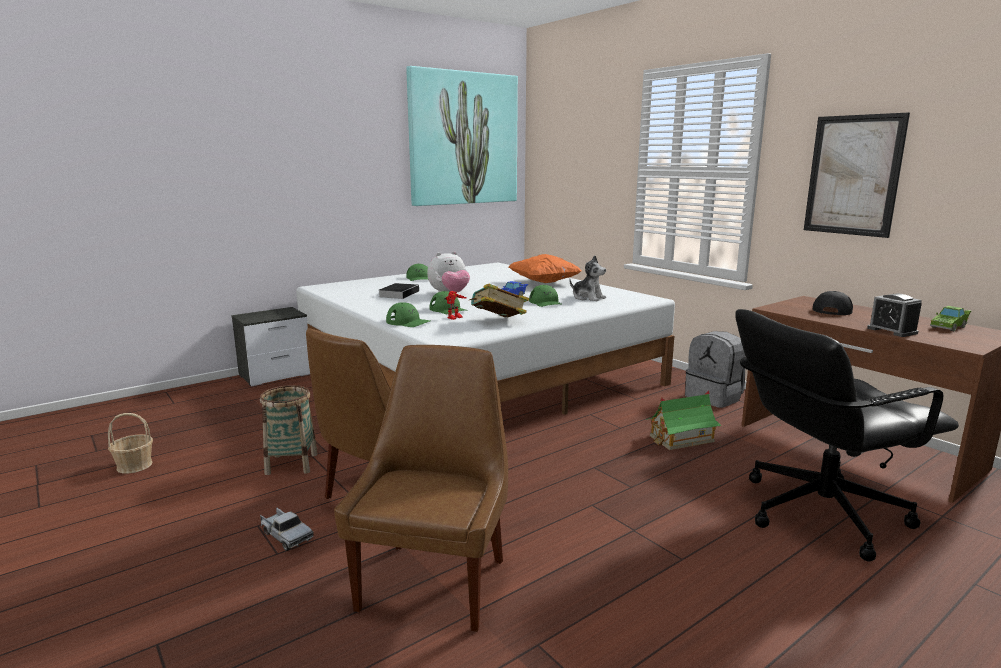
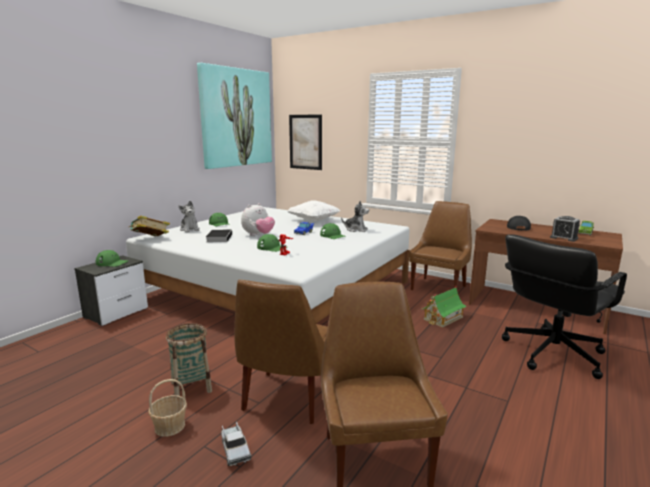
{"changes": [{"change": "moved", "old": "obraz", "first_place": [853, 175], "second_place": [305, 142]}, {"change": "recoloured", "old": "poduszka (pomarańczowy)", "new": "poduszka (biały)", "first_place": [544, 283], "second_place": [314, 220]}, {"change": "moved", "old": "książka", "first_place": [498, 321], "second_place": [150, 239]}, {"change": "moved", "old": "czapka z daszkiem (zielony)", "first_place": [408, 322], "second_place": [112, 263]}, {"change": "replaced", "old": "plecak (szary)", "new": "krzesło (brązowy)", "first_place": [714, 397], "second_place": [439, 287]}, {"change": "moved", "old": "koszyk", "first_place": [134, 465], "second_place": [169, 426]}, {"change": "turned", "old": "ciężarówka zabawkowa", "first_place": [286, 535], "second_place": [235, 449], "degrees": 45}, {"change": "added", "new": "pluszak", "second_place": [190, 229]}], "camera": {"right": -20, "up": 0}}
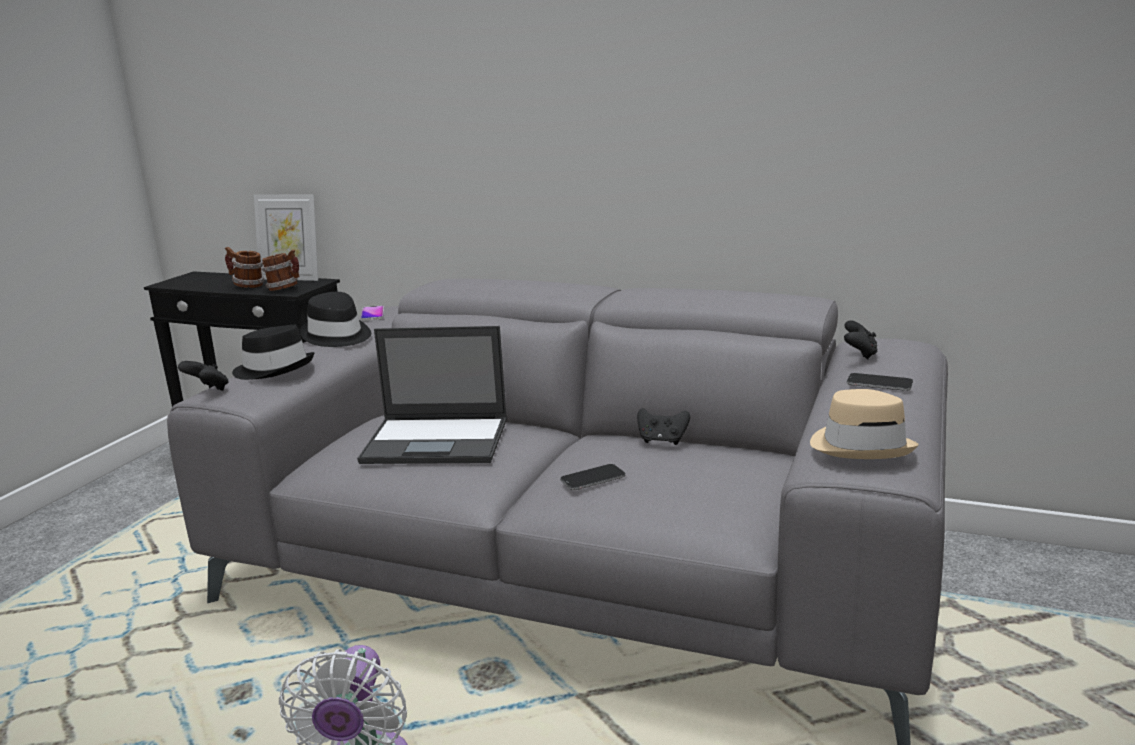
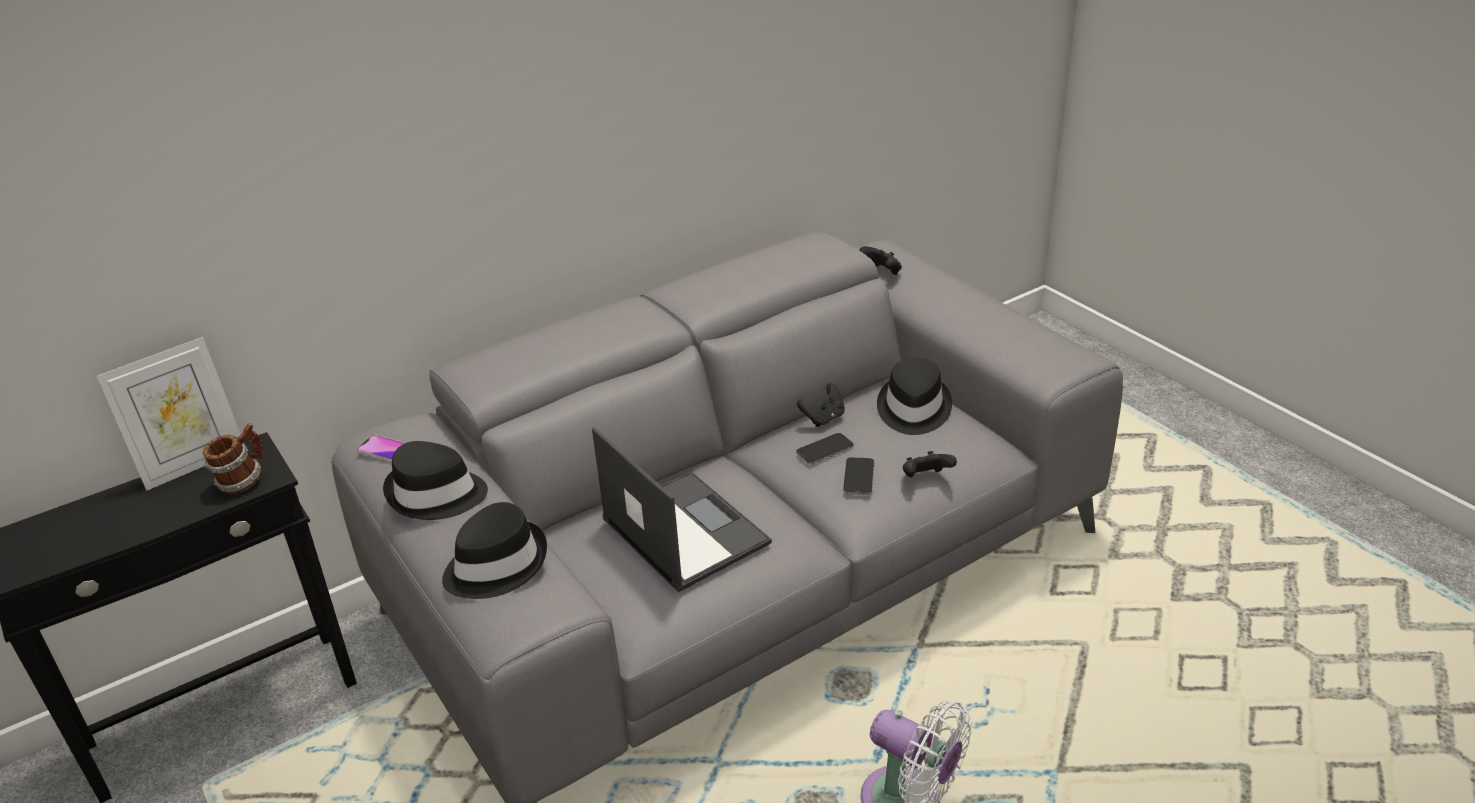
{"changes": [{"change": "removed", "old": "kubek", "first_place": [247, 286]}, {"change": "turned", "old": "laptop", "first_place": [438, 441], "second_place": [683, 530], "degrees": -75}, {"change": "moved", "old": "pad do gier (czarny)", "first_place": [208, 390], "second_place": [925, 478]}, {"change": "moved", "old": "telefon", "first_place": [879, 383], "second_place": [824, 450]}, {"change": "removed", "old": "kapelusz (beżowy)", "first_place": [861, 446]}, {"change": "added", "new": "kapelusz (czarny)", "second_place": [913, 409]}], "camera": {"right": -55, "up": 15}}
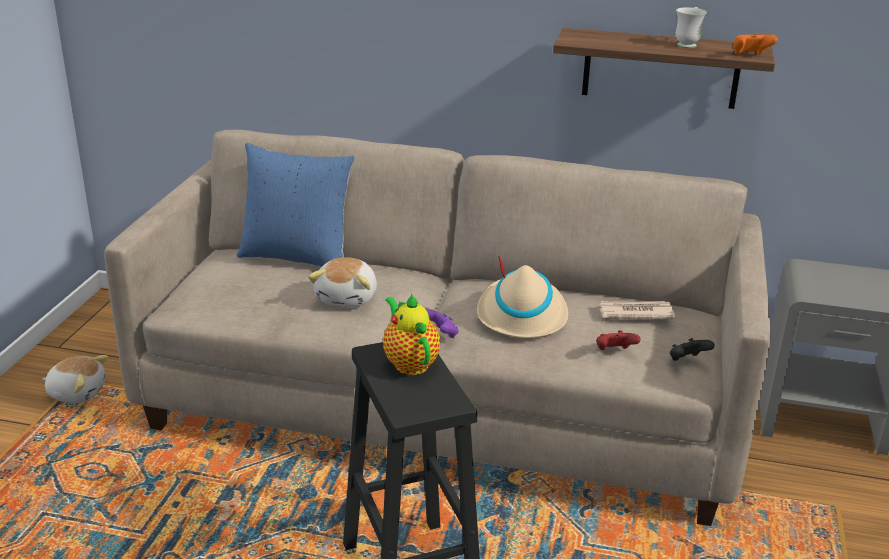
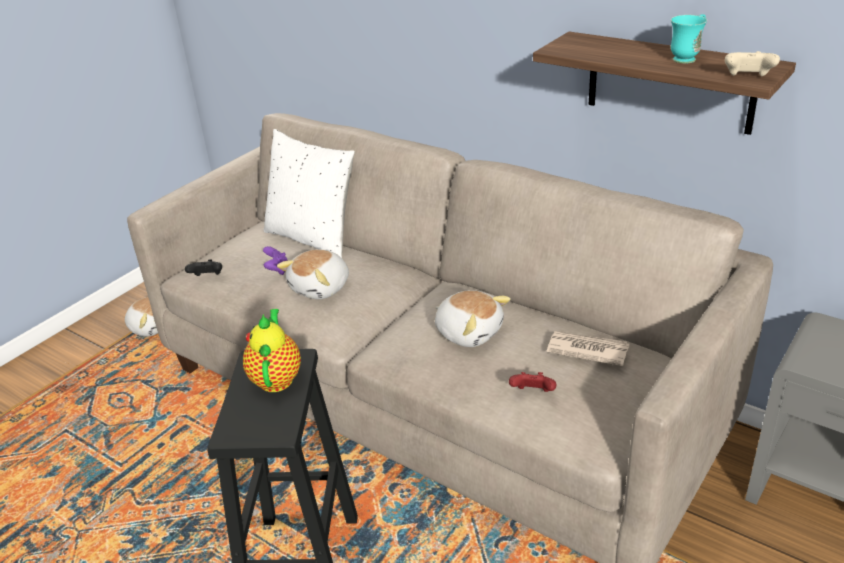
{"changes": [{"change": "recoloured", "old": "kubek (biały)", "new": "kubek (turkusowy)", "first_place": [687, 44], "second_place": [687, 58]}, {"change": "recoloured", "old": "pad do gier (pomarańczowy)", "new": "pad do gier (beżowy)", "first_place": [750, 56], "second_place": [747, 78]}, {"change": "recoloured", "old": "poduszka (niebieski)", "new": "poduszka (biały)", "first_place": [297, 256], "second_place": [313, 238]}, {"change": "replaced", "old": "kapelusz (beżowy)", "new": "pluszak", "first_place": [521, 314], "second_place": [469, 332]}, {"change": "moved", "old": "pad do gier (fioletowy)", "first_place": [441, 334], "second_place": [277, 270]}, {"change": "moved", "old": "pad do gier (czarny)", "first_place": [687, 361], "second_place": [207, 277]}], "camera": {"right": 25, "up": 5}}
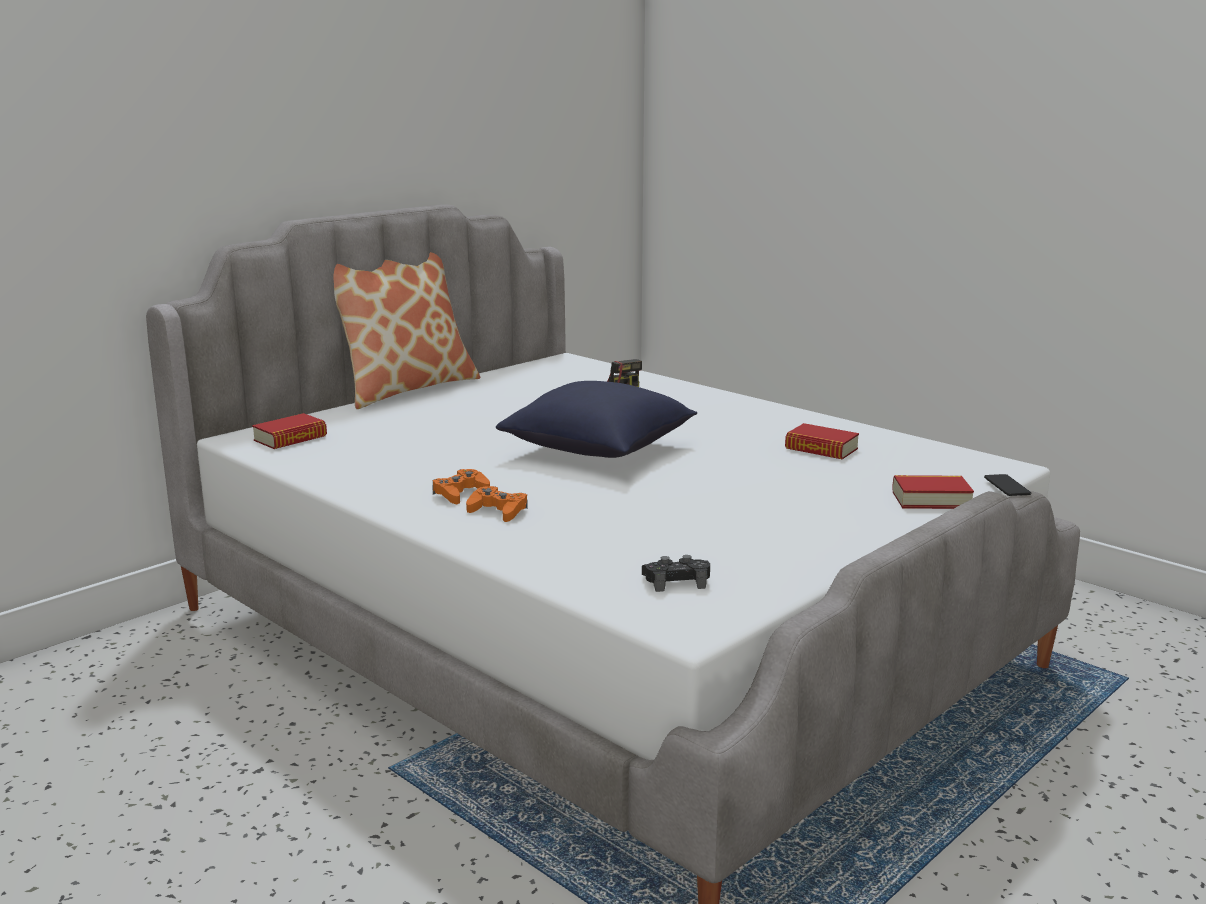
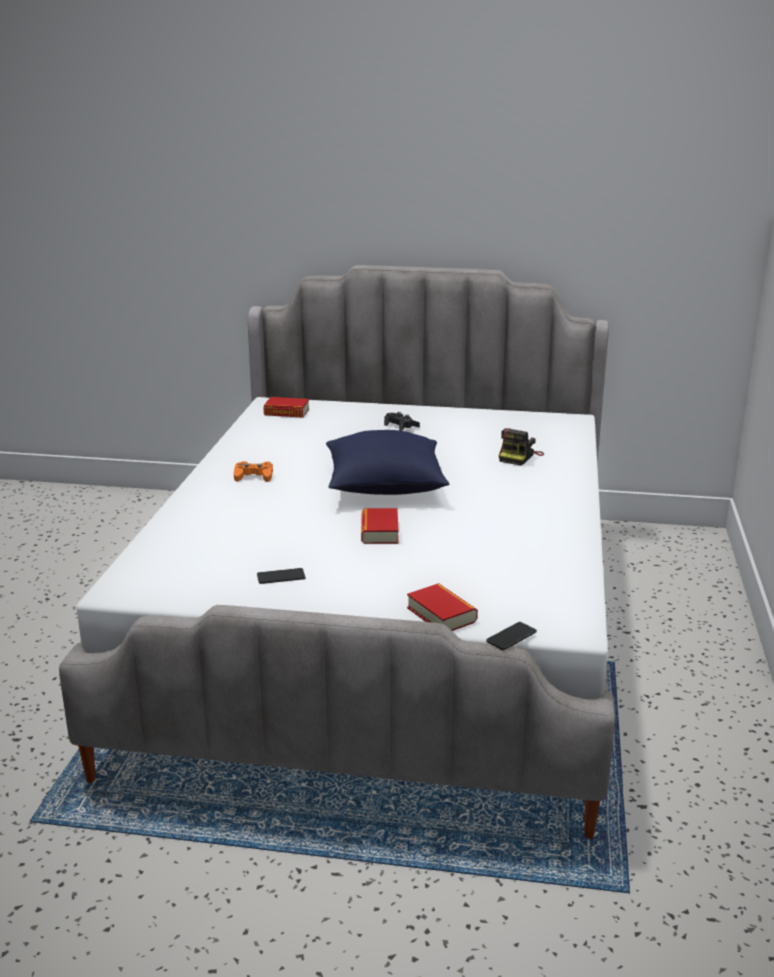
{"changes": [{"change": "removed", "old": "poduszka", "first_place": [405, 389]}, {"change": "moved", "old": "książka", "first_place": [821, 449], "second_place": [379, 532]}, {"change": "removed", "old": "pad do gier (pomarańczowy)", "first_place": [498, 511]}, {"change": "moved", "old": "pad do gier (czarny)", "first_place": [676, 581], "second_place": [401, 426]}, {"change": "added", "new": "telefon", "second_place": [281, 577]}], "camera": {"right": 55, "up": 5}}
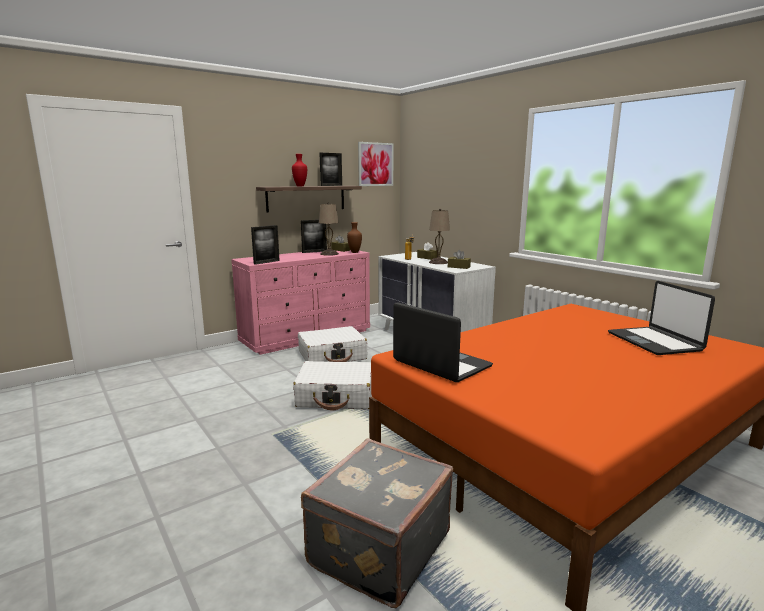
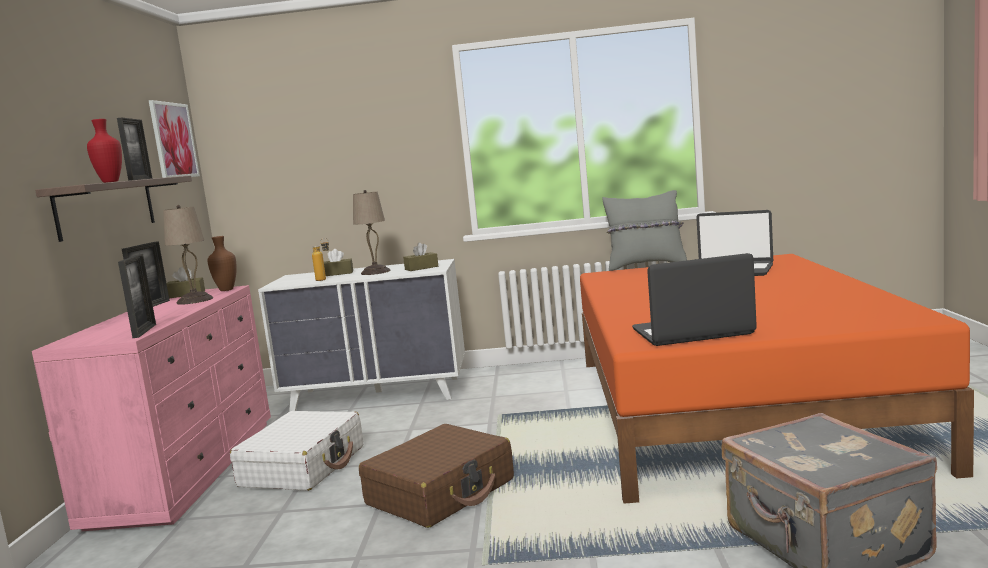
{"changes": [{"change": "recoloured", "old": "walizka (biały)", "new": "walizka (brązowy)", "first_place": [336, 396], "second_place": [441, 492]}, {"change": "added", "new": "poduszka (szary)", "second_place": [646, 265]}], "camera": {"right": -50, "up": -5}}
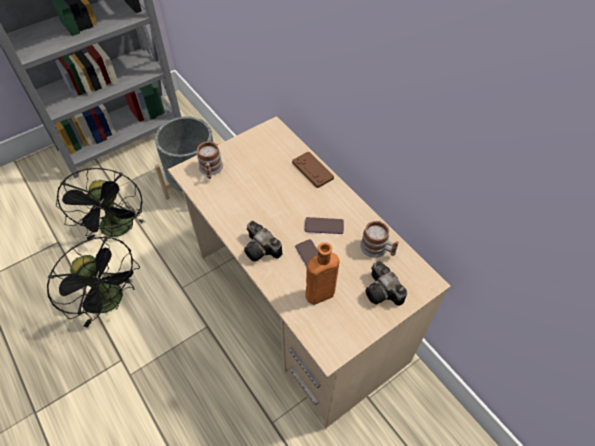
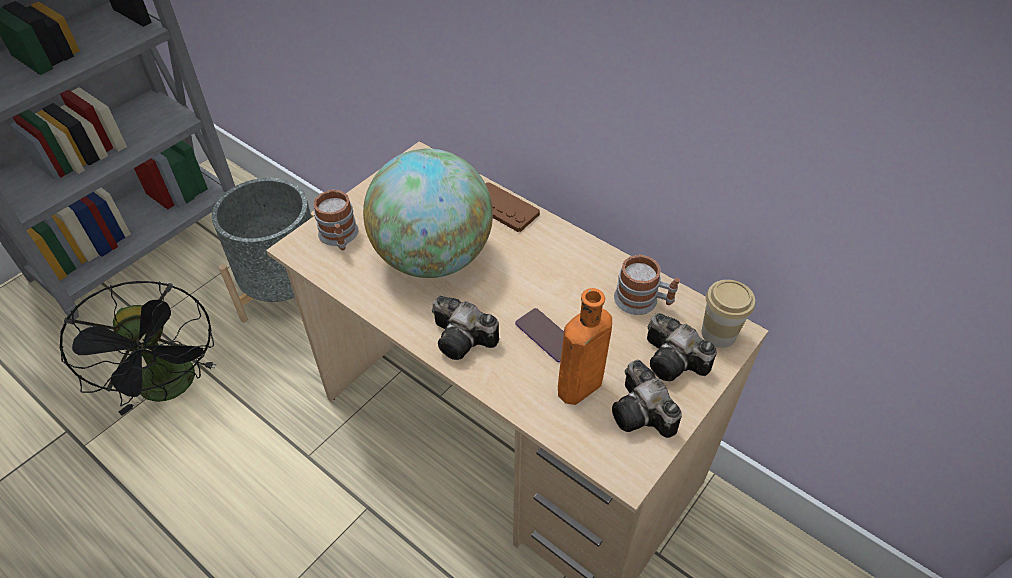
{"changes": [{"change": "removed", "old": "telefon", "first_place": [324, 226]}, {"change": "removed", "old": "wentylator (czarny)", "first_place": [111, 301]}, {"change": "added", "new": "globus", "second_place": [433, 258]}, {"change": "added", "new": "filiżanka", "second_place": [718, 334]}, {"change": "added", "new": "aparat fotograficzny", "second_place": [643, 415]}], "camera": {"right": -15, "up": -5}}
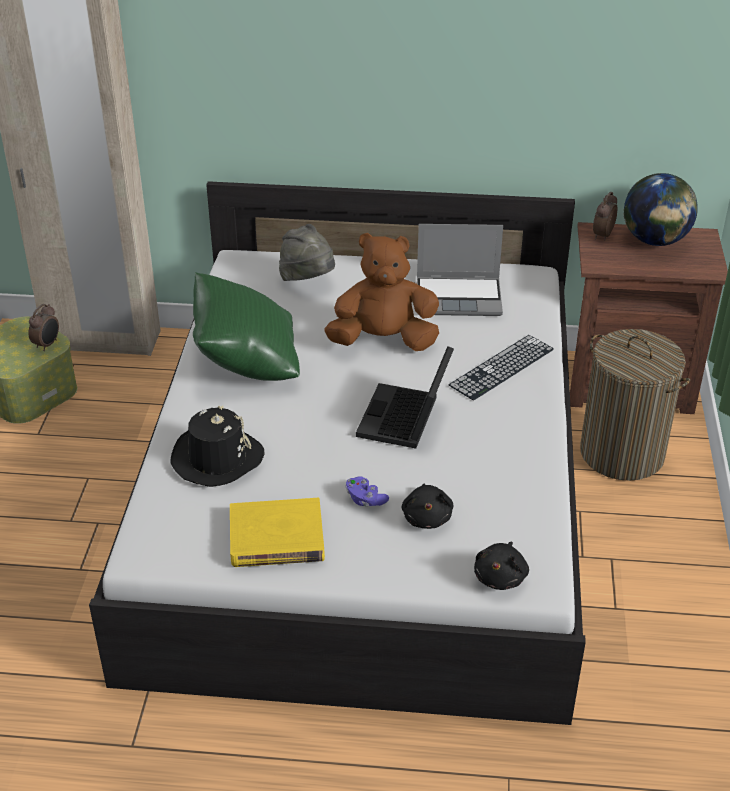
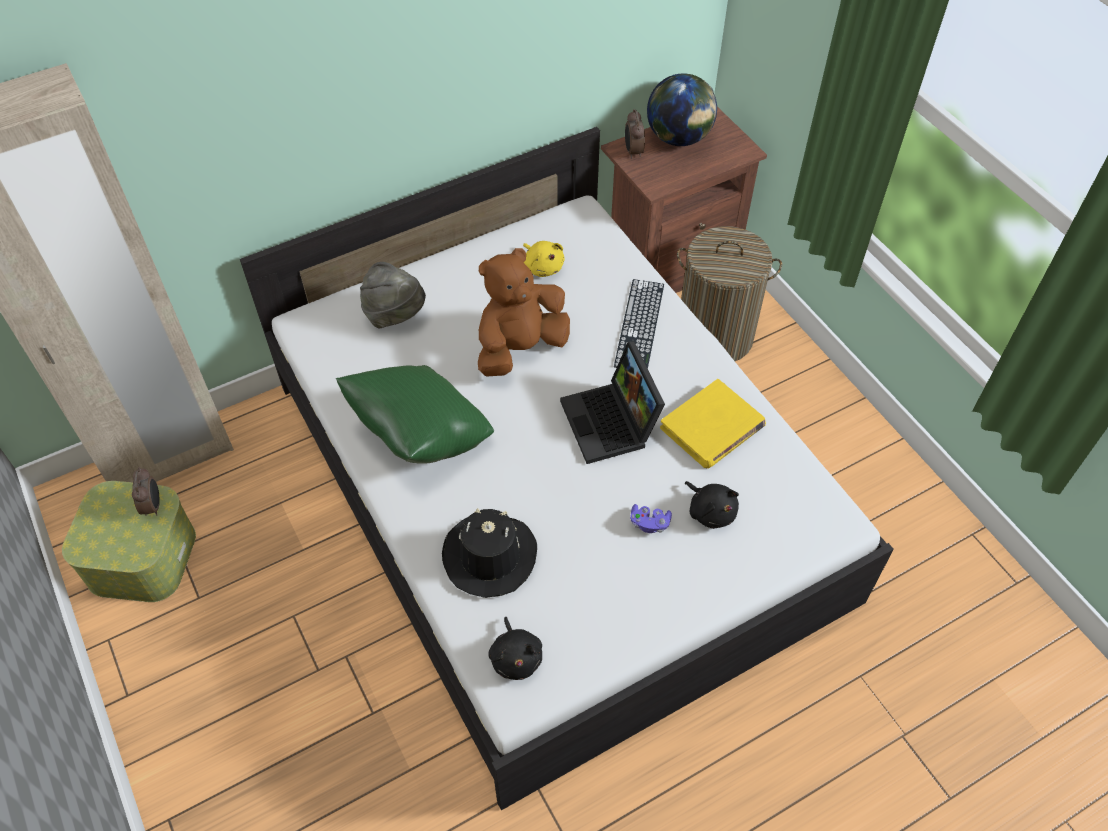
{"changes": [{"change": "replaced", "old": "laptop", "new": "pluszak (żółty)", "first_place": [459, 297], "second_place": [542, 267]}, {"change": "moved", "old": "książka (żółty)", "first_place": [276, 538], "second_place": [712, 427]}, {"change": "moved", "old": "pluszak (czarny)", "first_place": [501, 577], "second_place": [516, 657]}], "camera": {"right": -35, "up": 15}}
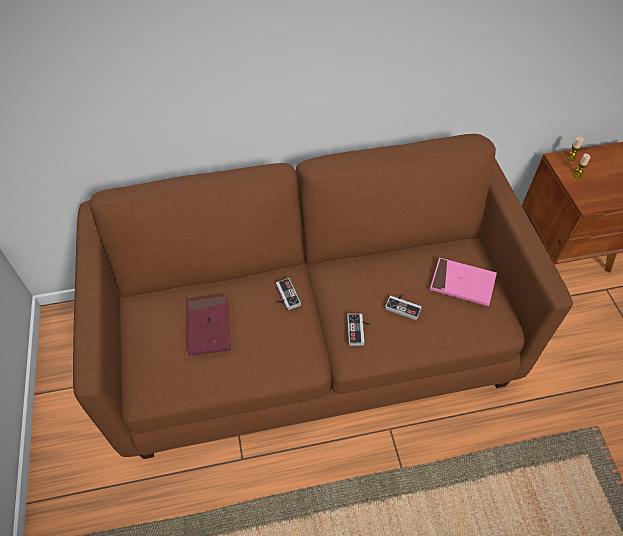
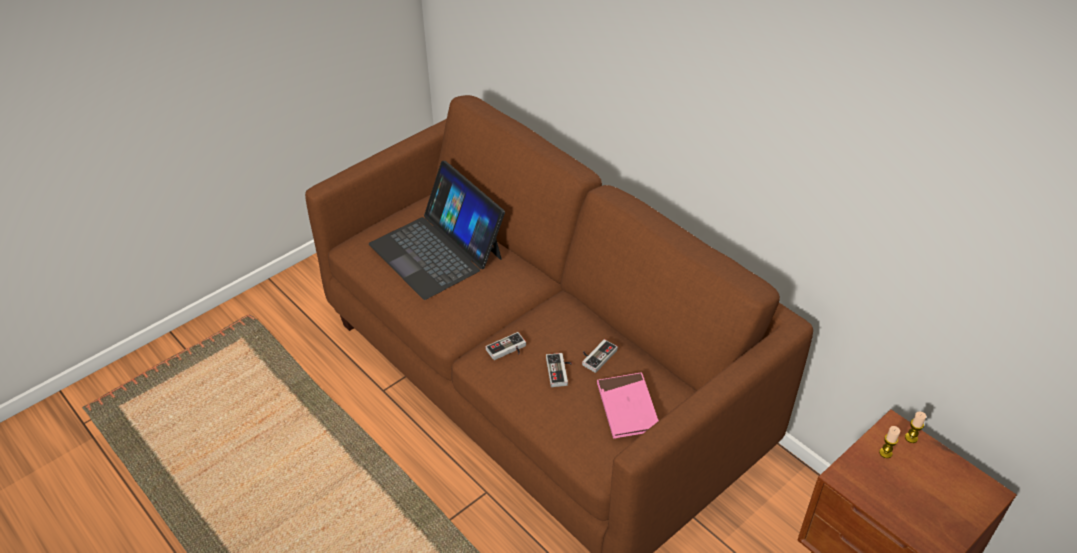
{"changes": [{"change": "moved", "old": "pad do gier", "first_place": [285, 296], "second_place": [596, 356]}, {"change": "replaced", "old": "książka (czerwony)", "new": "laptop", "first_place": [209, 327], "second_place": [437, 250]}], "camera": {"right": 60, "up": -10}}
